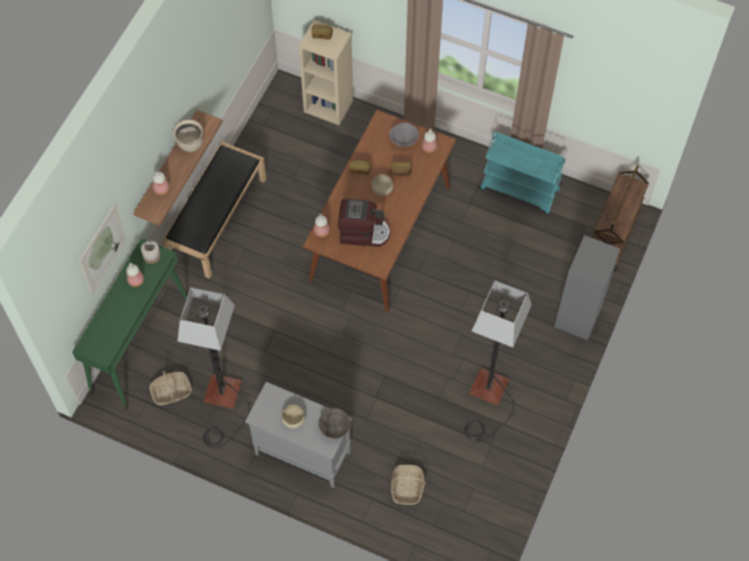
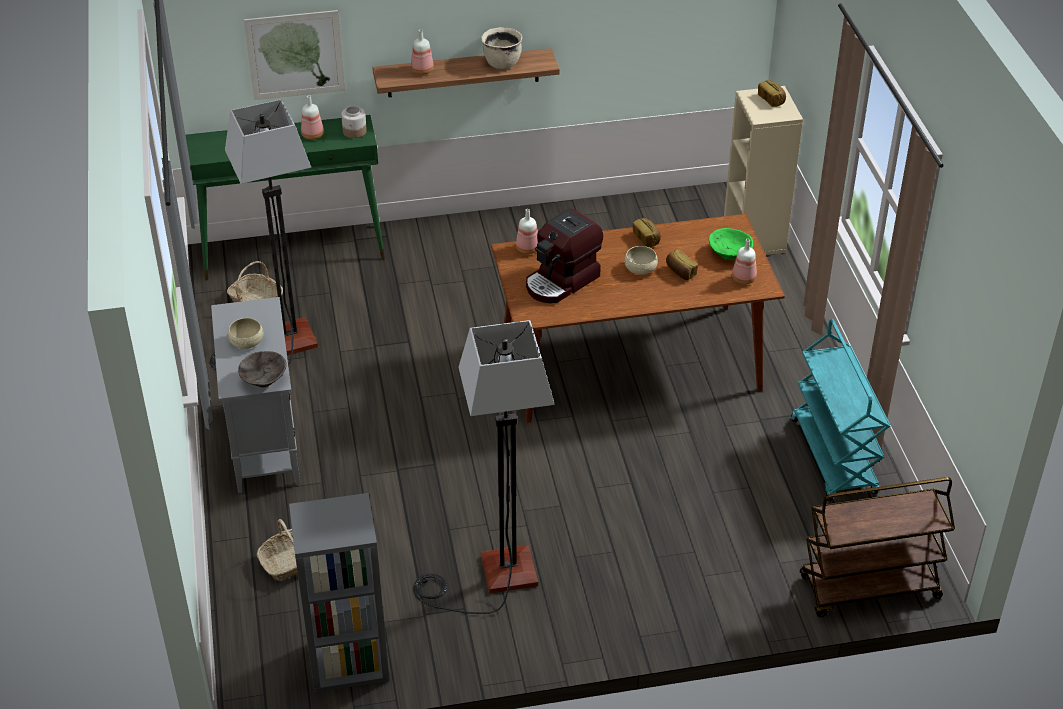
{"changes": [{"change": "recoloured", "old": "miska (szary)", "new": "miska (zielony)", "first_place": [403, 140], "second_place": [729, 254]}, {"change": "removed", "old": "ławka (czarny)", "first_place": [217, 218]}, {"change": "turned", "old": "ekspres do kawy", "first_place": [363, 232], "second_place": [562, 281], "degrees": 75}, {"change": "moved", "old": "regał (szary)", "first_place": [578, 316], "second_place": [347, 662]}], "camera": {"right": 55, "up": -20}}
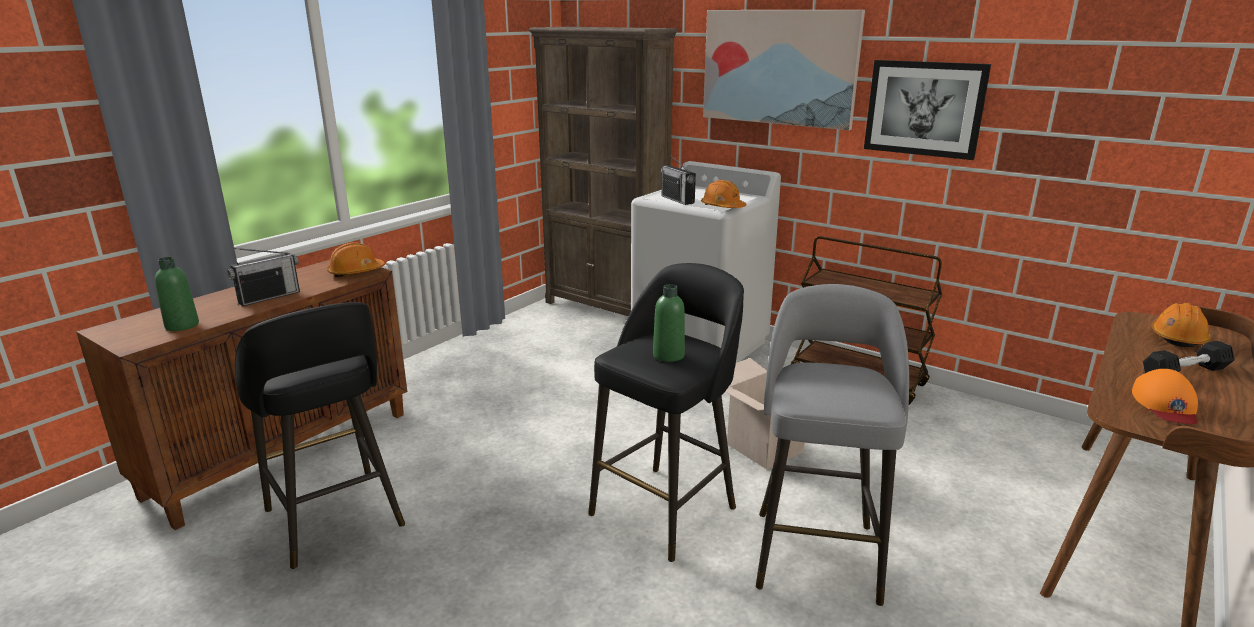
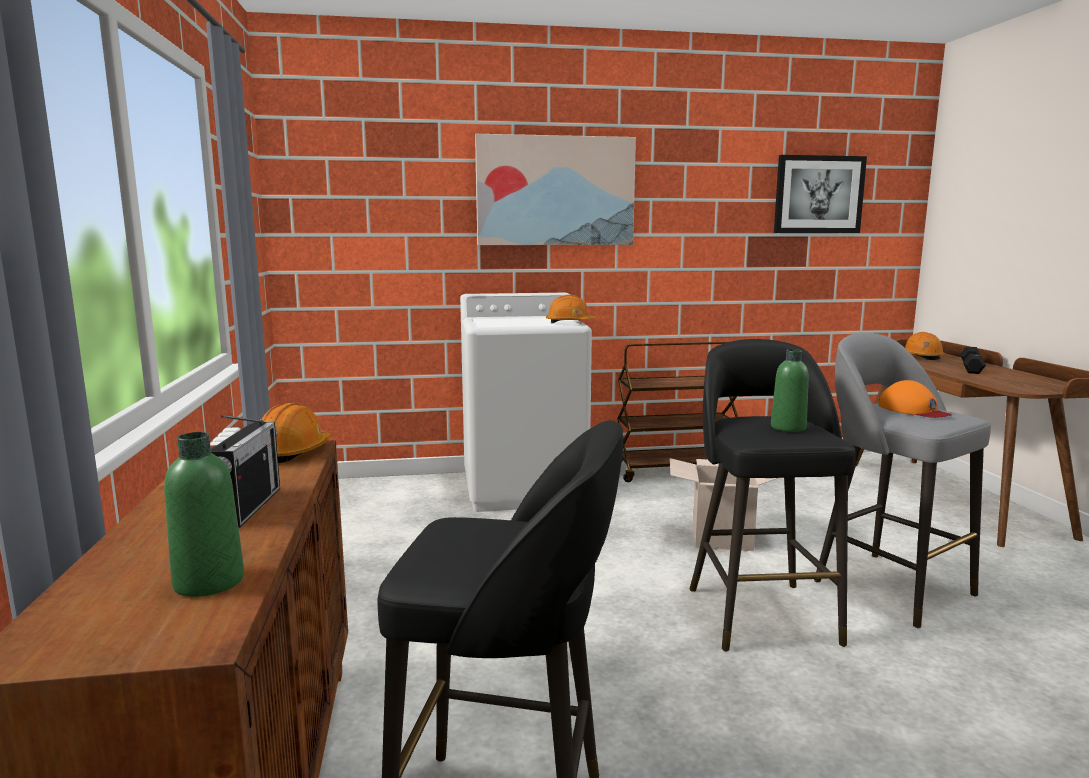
{"changes": [{"change": "removed", "old": "regał (brązowy)", "first_place": [606, 308]}, {"change": "moved", "old": "obraz", "first_place": [924, 108], "second_place": [818, 194]}, {"change": "removed", "old": "radio", "first_place": [677, 200]}, {"change": "moved", "old": "czapka z daszkiem (pomarańczowy)", "first_place": [1165, 405], "second_place": [913, 410]}], "camera": {"right": -45, "up": -10}}
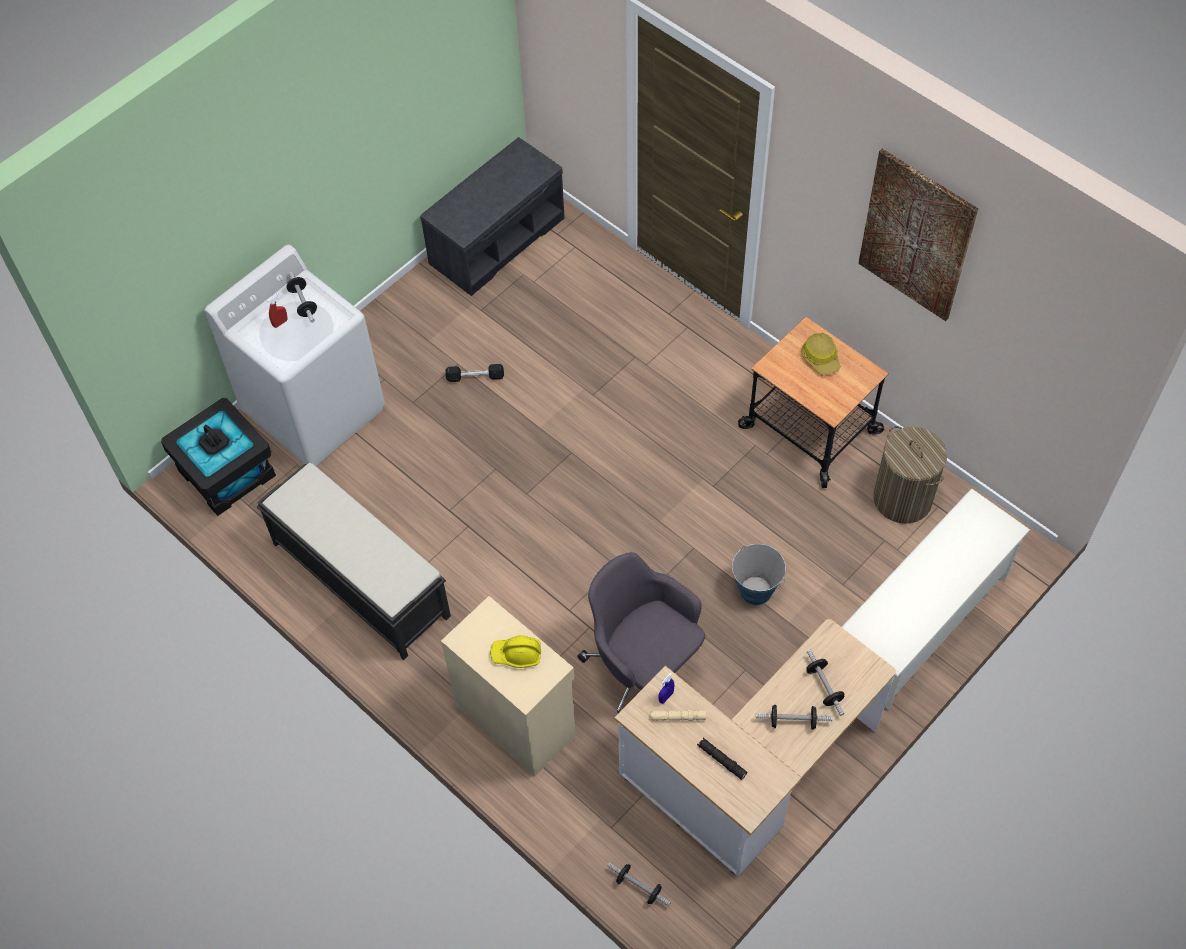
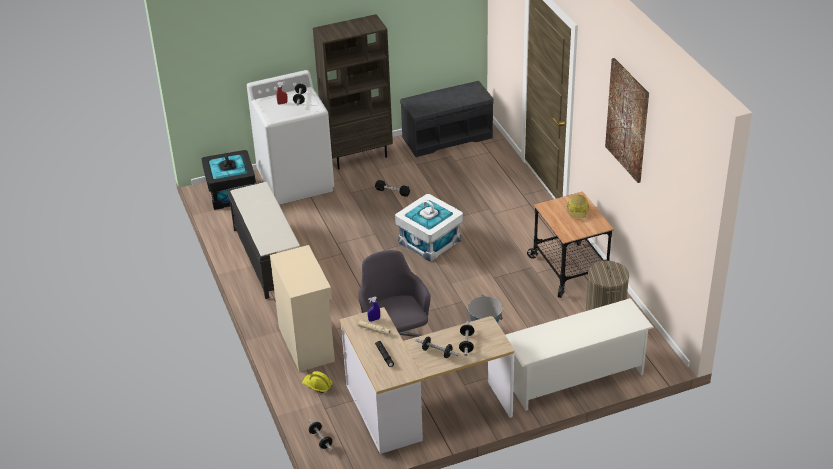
{"changes": [{"change": "moved", "old": "kask (żółty)", "first_place": [516, 654], "second_place": [317, 385]}, {"change": "added", "new": "regał (brązowy)", "second_place": [358, 156]}, {"change": "added", "new": "pojemnik do przechowywania (biały)", "second_place": [430, 242]}], "camera": {"right": 25, "up": -20}}
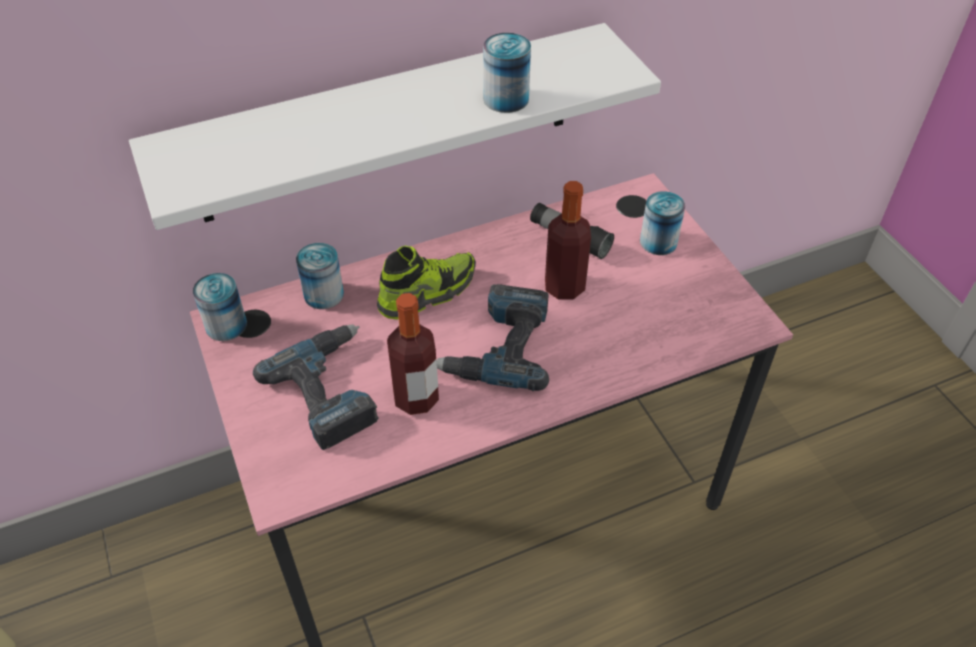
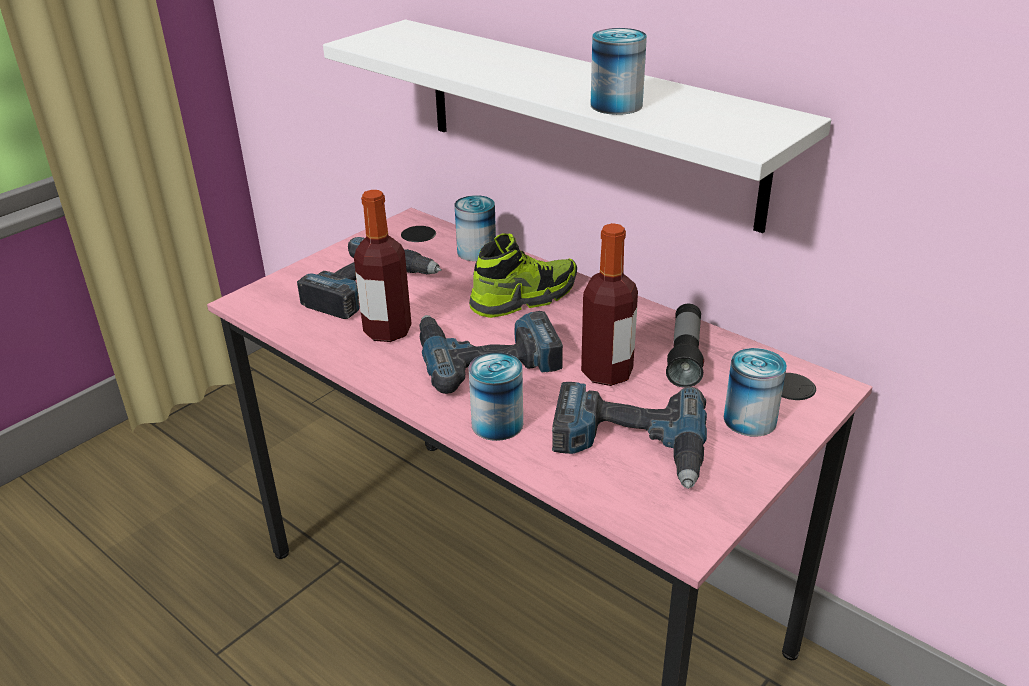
{"changes": [{"change": "turned", "old": "but", "first_place": [427, 293], "second_place": [524, 298], "degrees": -60}, {"change": "moved", "old": "puszka", "first_place": [226, 325], "second_place": [497, 424]}, {"change": "added", "new": "wiertarka", "second_place": [629, 446]}], "camera": {"right": 65, "up": -15}}
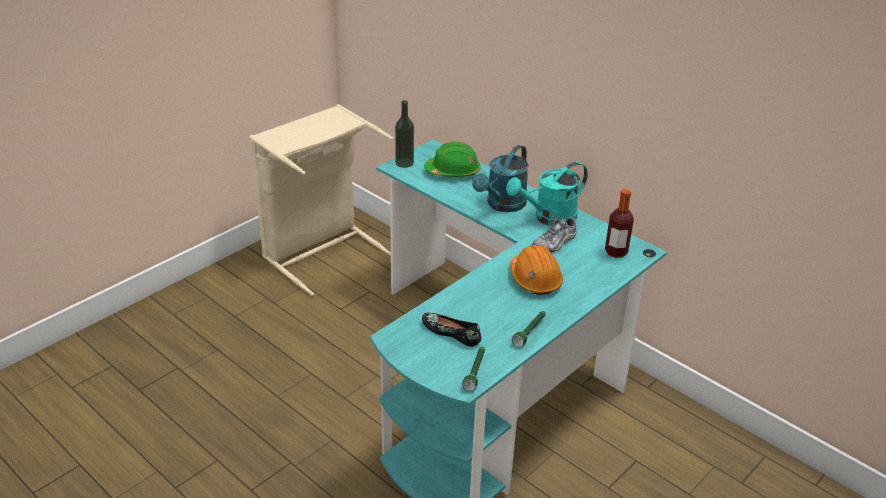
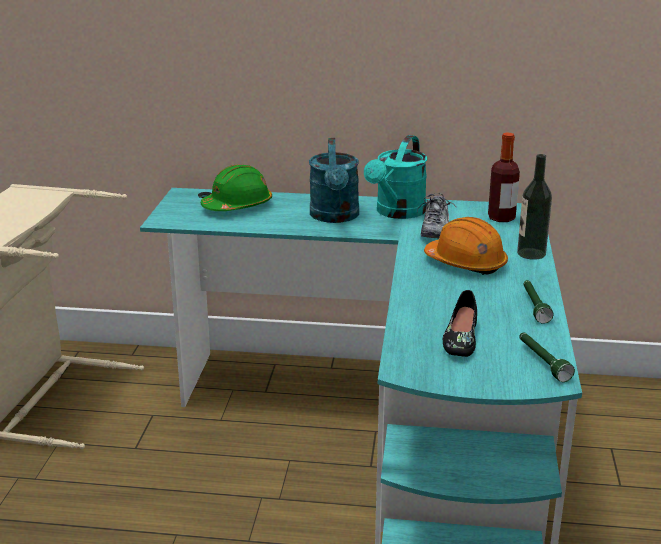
{"changes": [{"change": "moved", "old": "butelka", "first_place": [404, 163], "second_place": [531, 253]}, {"change": "turned", "old": "but (czarny)", "first_place": [451, 332], "second_place": [460, 338], "degrees": -75}], "camera": {"right": -35, "up": -10}}
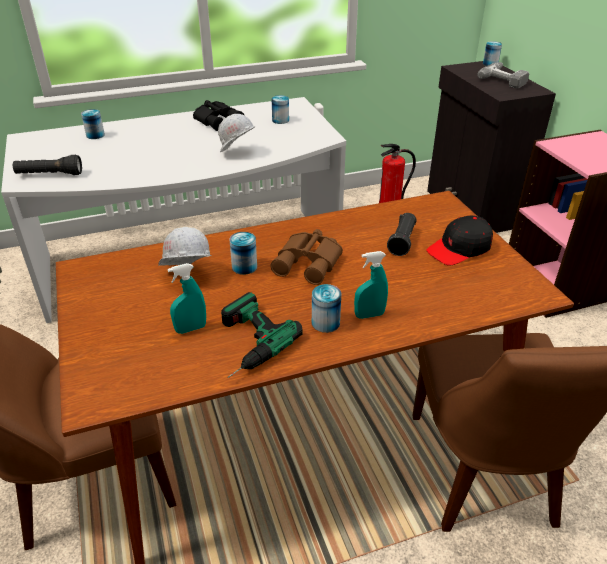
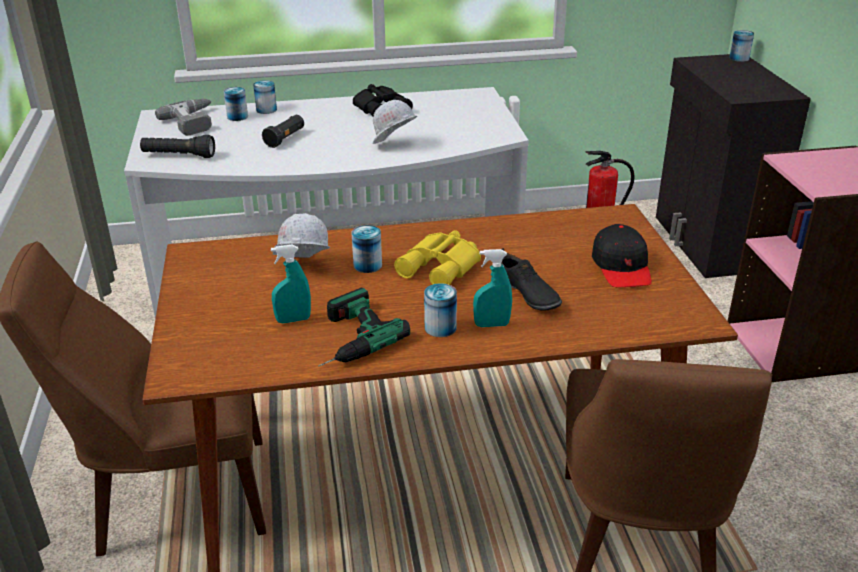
{"changes": [{"change": "moved", "old": "wiertarka", "first_place": [505, 79], "second_place": [195, 122]}, {"change": "moved", "old": "puszka", "first_place": [280, 120], "second_place": [266, 110]}, {"change": "moved", "old": "latarka (czarny)", "first_place": [402, 241], "second_place": [285, 139]}, {"change": "turned", "old": "czapka z daszkiem (czarny)", "first_place": [459, 249], "second_place": [622, 267], "degrees": -75}, {"change": "recoloured", "old": "lornetka (brązowy)", "new": "lornetka (żółty)", "first_place": [309, 263], "second_place": [442, 267]}, {"change": "added", "new": "but (czarny)", "second_place": [526, 294]}], "camera": {"right": 10, "up": -5}}
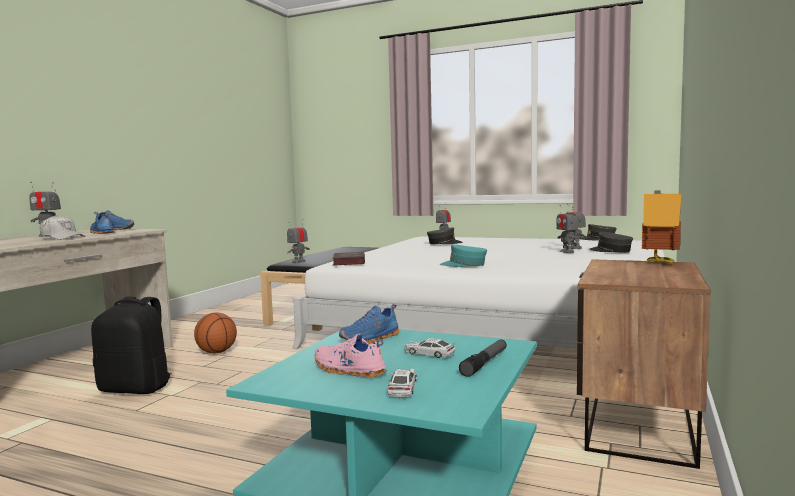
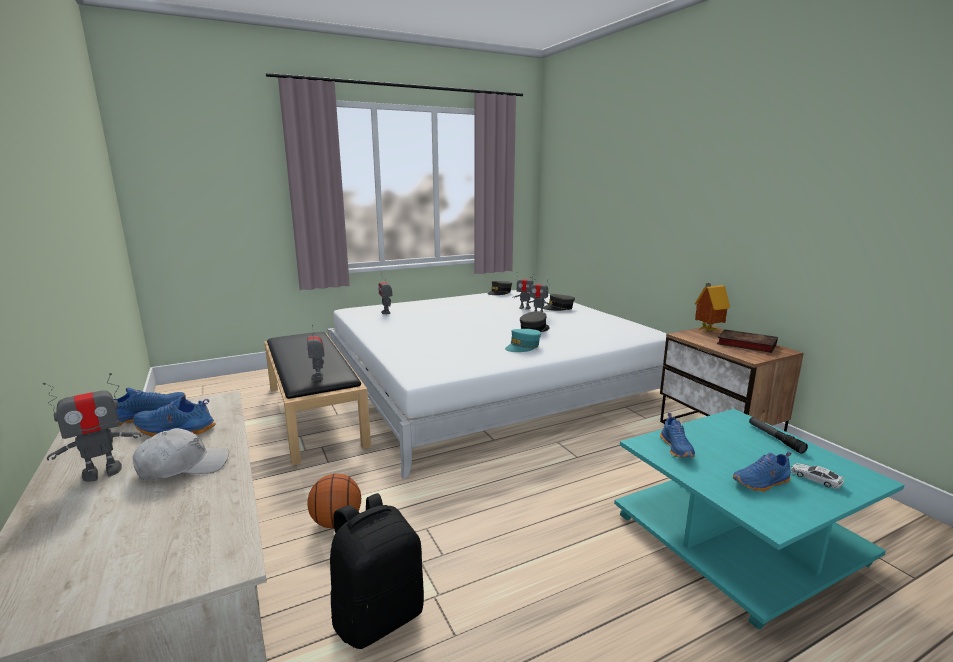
{"changes": [{"change": "moved", "old": "czapka z daszkiem (szary)", "first_place": [444, 243], "second_place": [534, 329]}, {"change": "moved", "old": "książka", "first_place": [348, 262], "second_place": [744, 344]}, {"change": "recoloured", "old": "but (różowy)", "new": "but (niebieski)", "first_place": [348, 371], "second_place": [762, 483]}, {"change": "removed", "old": "samochodzik", "first_place": [429, 353]}], "camera": {"right": -50, "up": 10}}
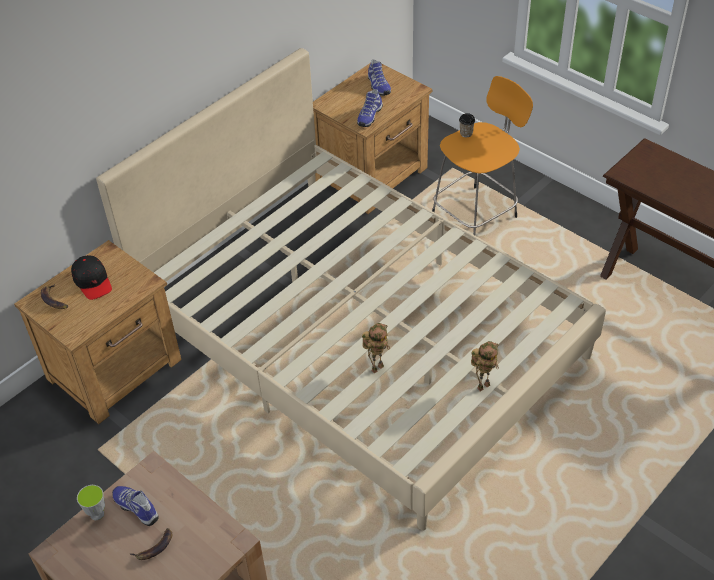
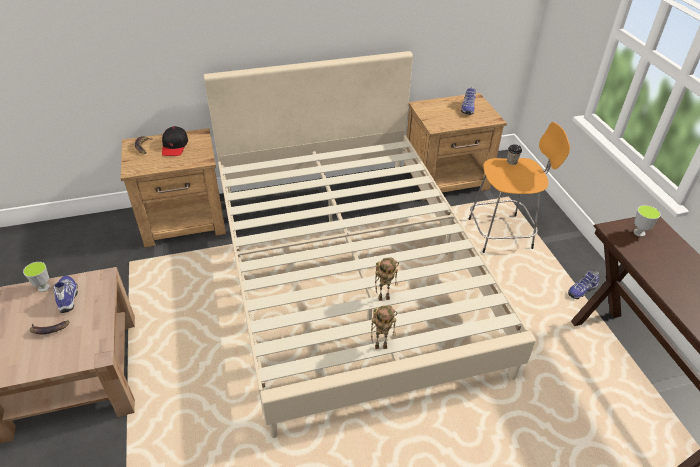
{"changes": [{"change": "moved", "old": "but", "first_place": [369, 116], "second_place": [581, 290]}, {"change": "moved", "old": "robot zabawkowy", "first_place": [377, 367], "second_place": [384, 297]}, {"change": "added", "new": "filiżanka", "second_place": [639, 233]}], "camera": {"right": 30, "up": -5}}
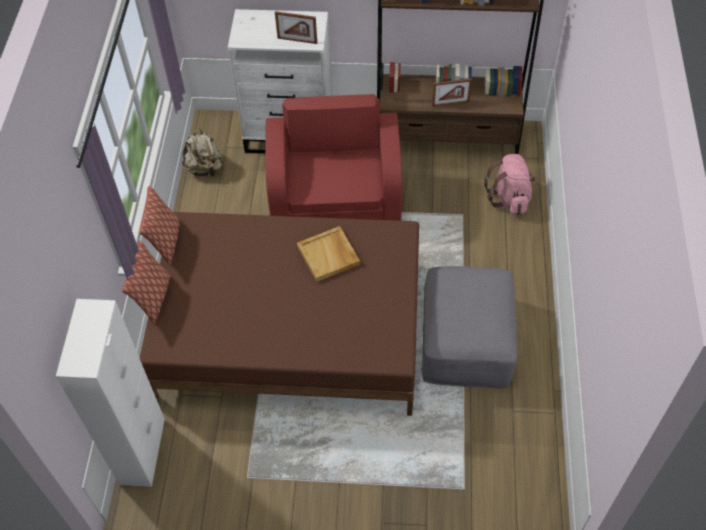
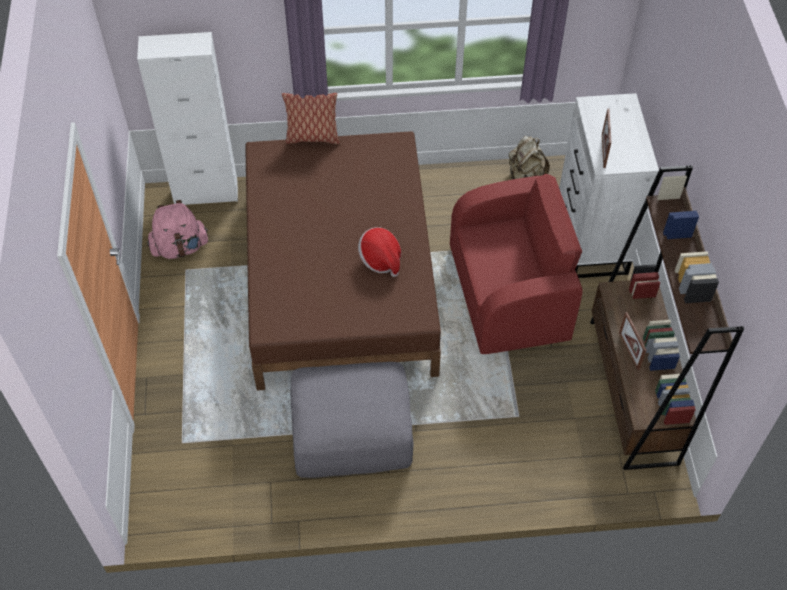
{"changes": [{"change": "moved", "old": "plecak (różowy)", "first_place": [509, 198], "second_place": [180, 247]}, {"change": "removed", "old": "poduszka", "first_place": [166, 242]}, {"change": "replaced", "old": "taca (beżowy)", "new": "kapelusz", "first_place": [329, 255], "second_place": [380, 259]}], "camera": {"right": 80, "up": 0}}
